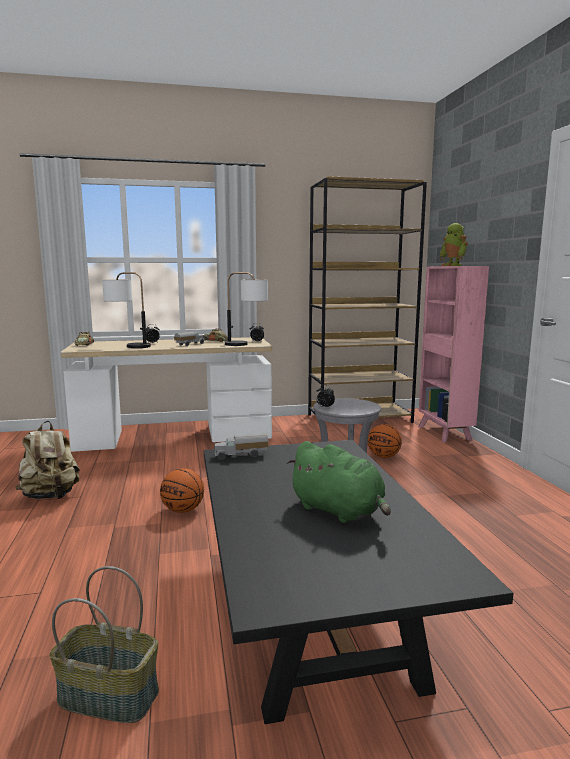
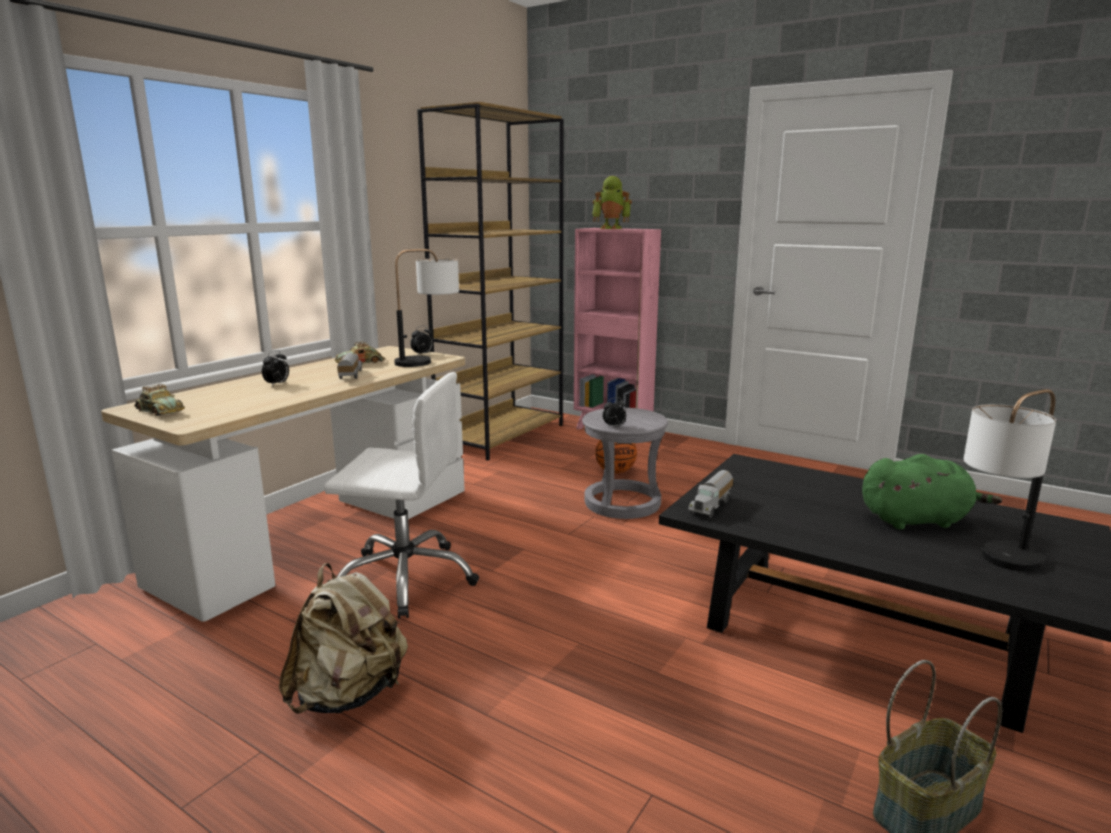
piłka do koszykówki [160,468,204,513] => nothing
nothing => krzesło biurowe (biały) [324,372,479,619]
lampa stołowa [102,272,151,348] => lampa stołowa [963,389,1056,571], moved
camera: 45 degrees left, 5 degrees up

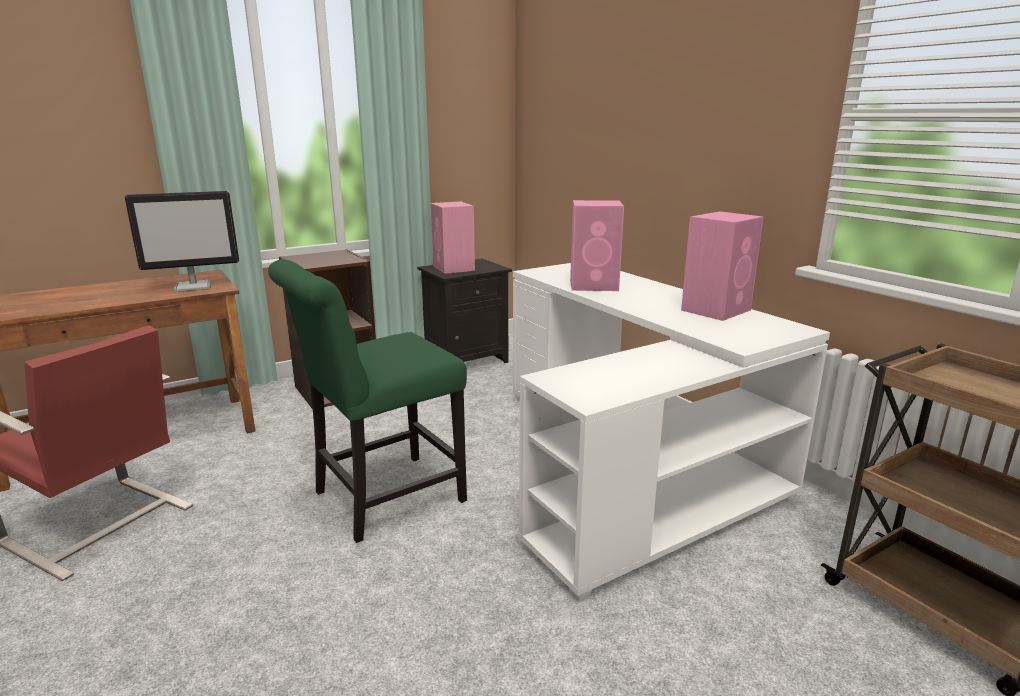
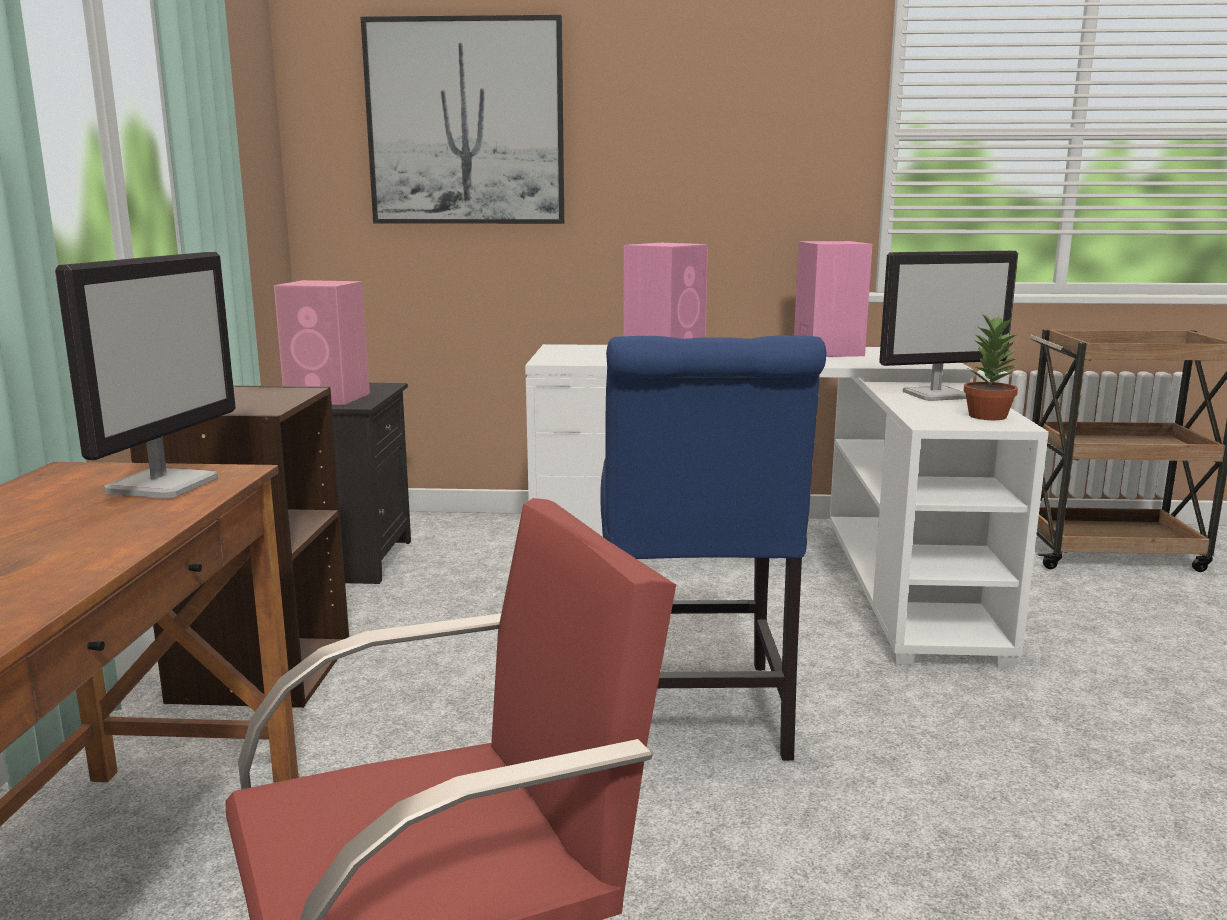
nothing => obraz [361,15,564,224]
nothing => monitor [879,251,1018,401]
nothing => roślina doniczkowa [964,312,1021,420]
krzesło (zielony) [268,259,467,543] => krzesło (niebieski) [601,335,827,761]
camera: 55 degrees left, 5 degrees down

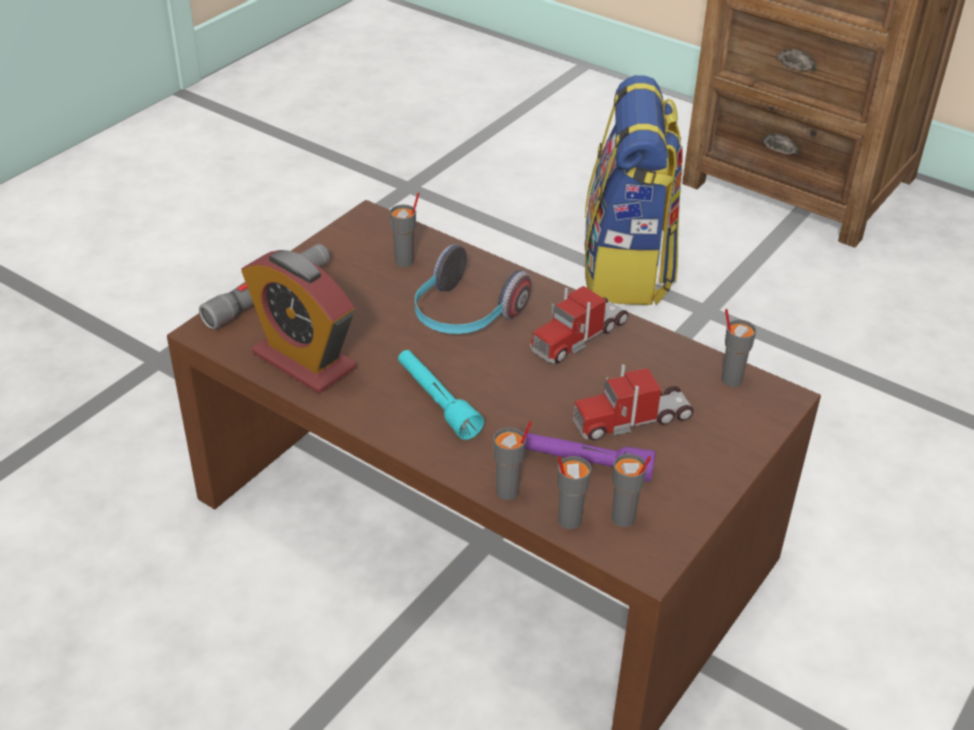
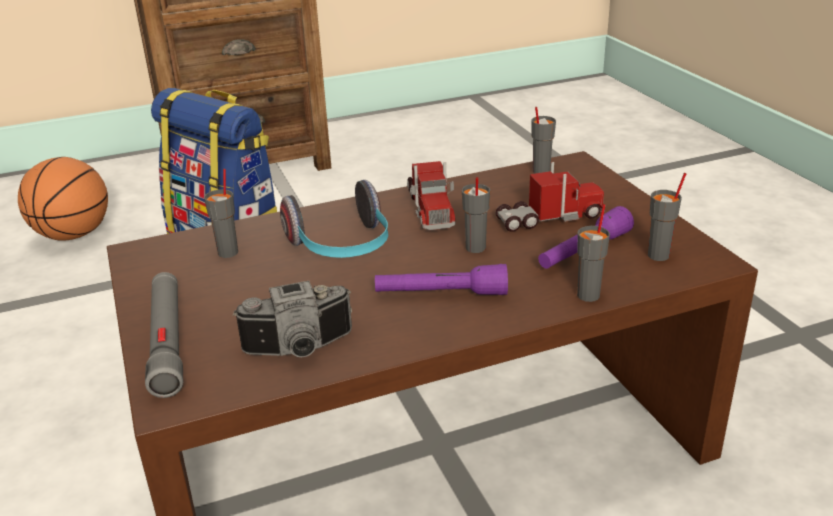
nothing => piłka do koszykówki [18,157,108,241]
filiżanka (szary) [558,456,591,530] => filiżanka (szary) [462,177,490,253], moved
budzik [241,250,356,394] => aparat fotograficzny [233,281,352,357]
latarka (turkusowy) [398,350,484,440] => latarka (fioletowy) [375,264,508,295]
ciężarówka zabawkowa [573,364,694,440] => ciężarówka zabawkowa [495,162,604,232], 120 degrees counterclockwise
camera: 55 degrees left, 10 degrees down

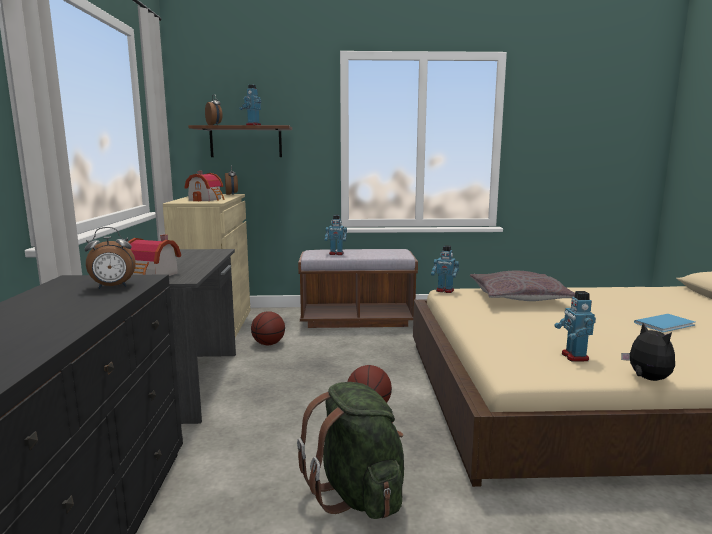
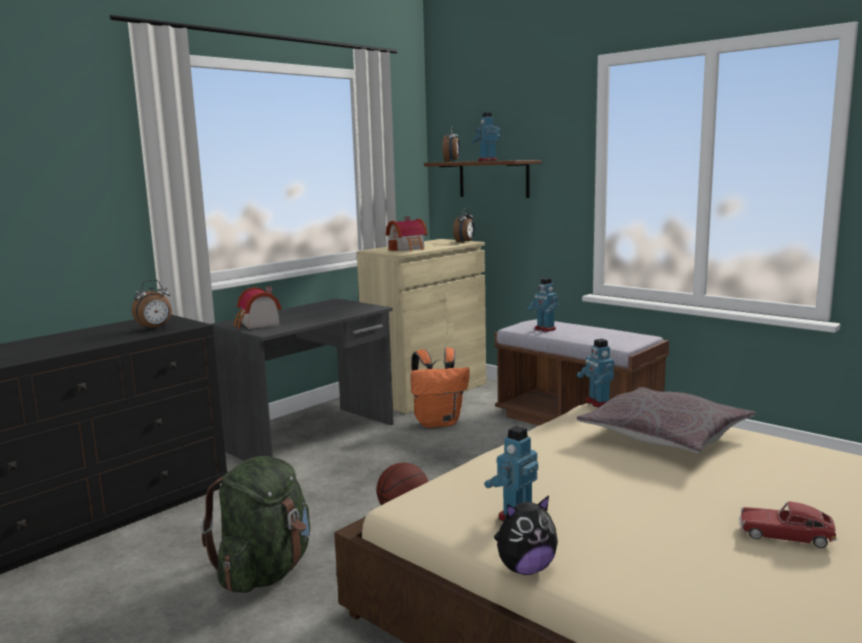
piłka do koszykówki [251,311,285,345] => plecak (pomarańczowy) [410,348,470,428]
książka (niebieski) [634,314,695,332] => samochodzik [740,501,837,548]
budzik [85,227,136,289] => budzik [132,280,172,330], 60 degrees counterclockwise
pluszak [621,323,675,381] => pluszak [494,495,558,575], 45 degrees clockwise
camera: 45 degrees right, 0 degrees up

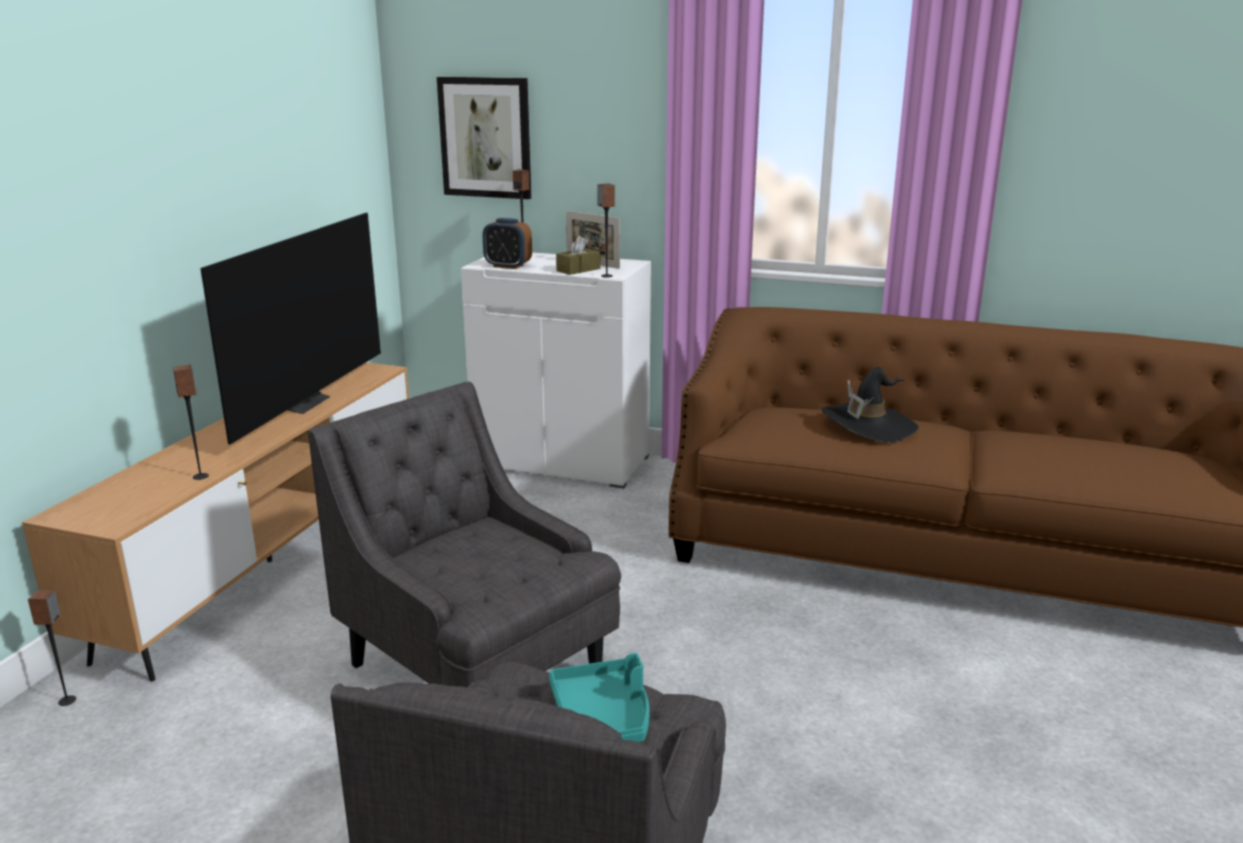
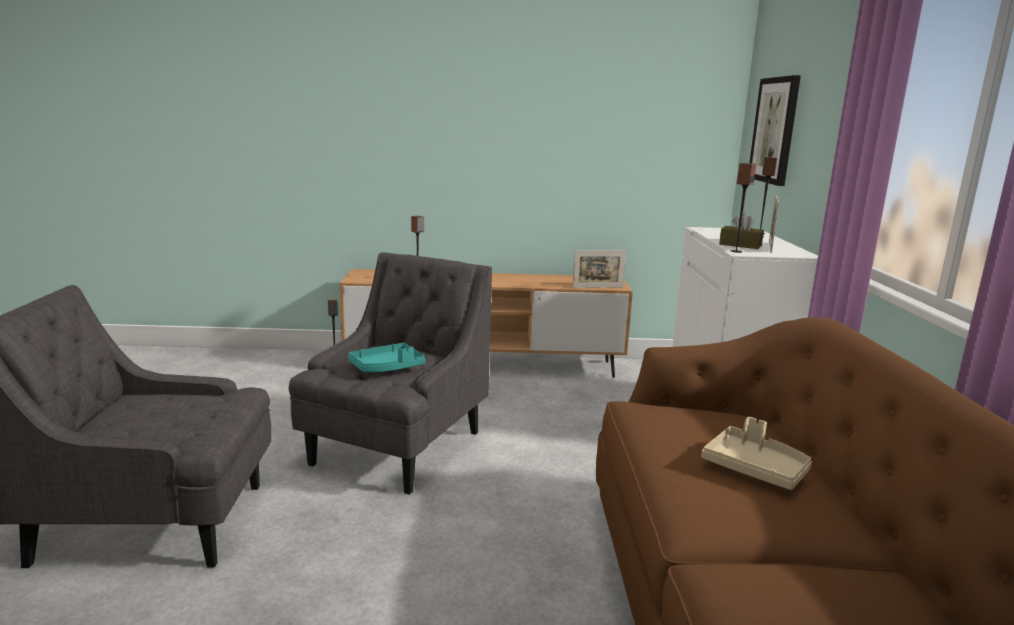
telewizor [200,213,381,444] => nothing
budzik [482,218,532,269] => nothing
nothing => ramka na zdjęcie [572,251,626,288]
taca (turkusowy) [549,653,649,742] => taca (turkusowy) [348,343,425,372], moved
kapelusz (czarny) [822,367,919,443] => taca (beżowy) [701,417,812,490]
camera: 70 degrees right, 5 degrees down

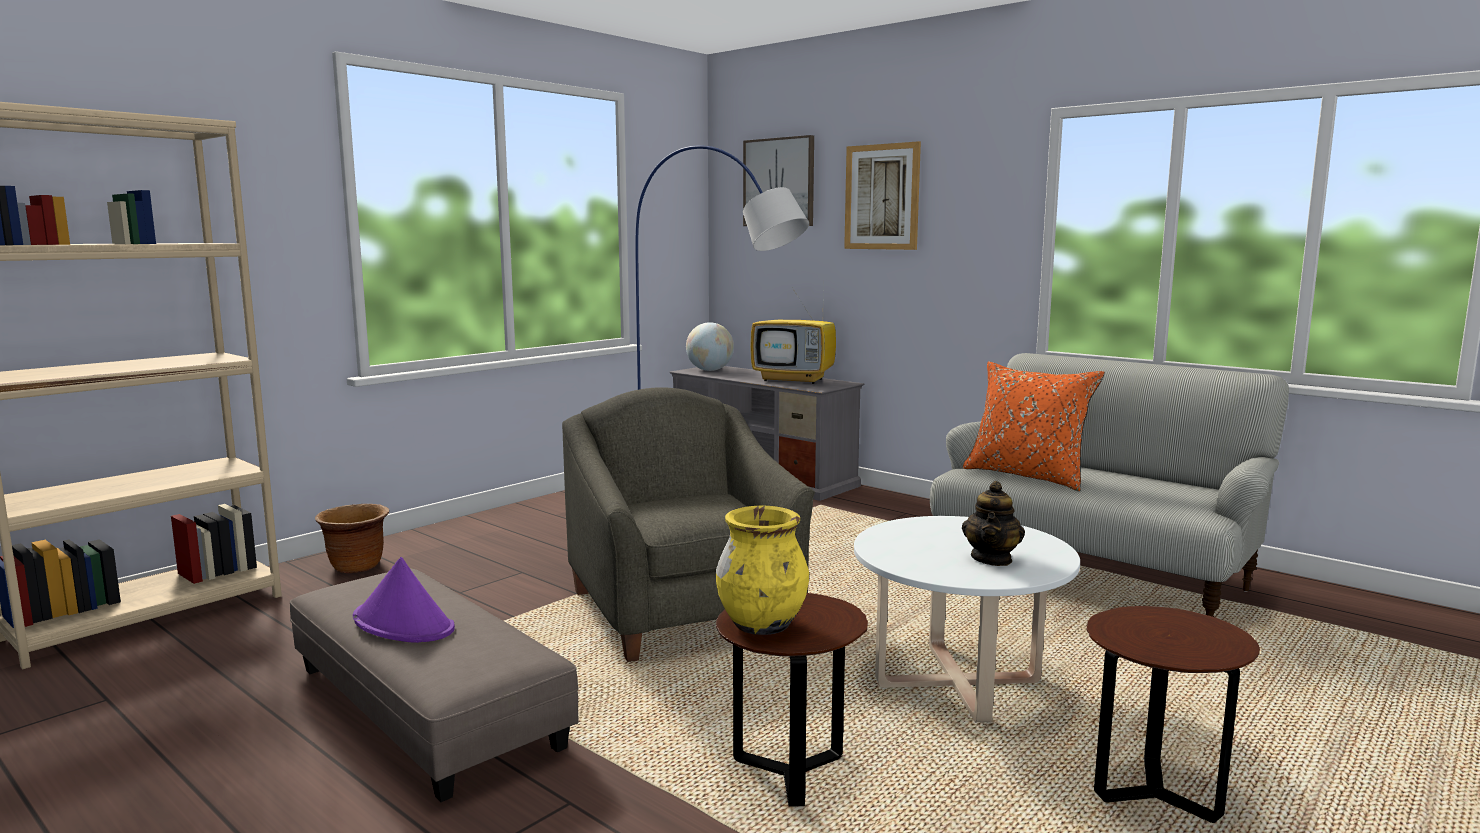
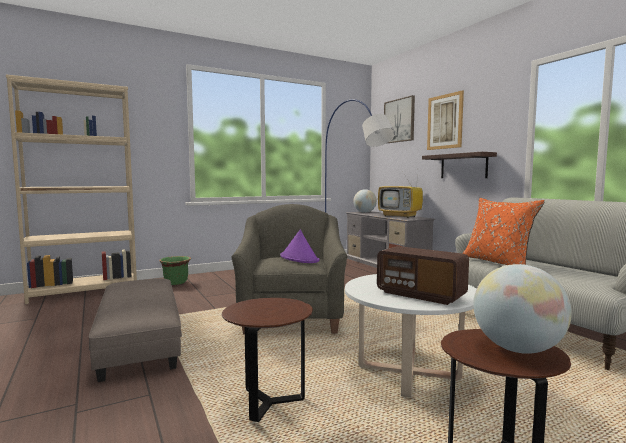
wazon (żółty) [716,506,809,635] => nothing
nothing => półka [422,152,497,178]
nothing => globus [473,264,572,354]
kapelusz (fioletowy) [353,557,455,643] => kapelusz (fioletowy) [280,230,319,263], moved
imbryk [962,481,1025,566] => radio [377,246,469,305]
donica (brązowy) [315,504,389,573] => donica (zielony) [159,256,191,285]
camera: 20 degrees right, 5 degrees down

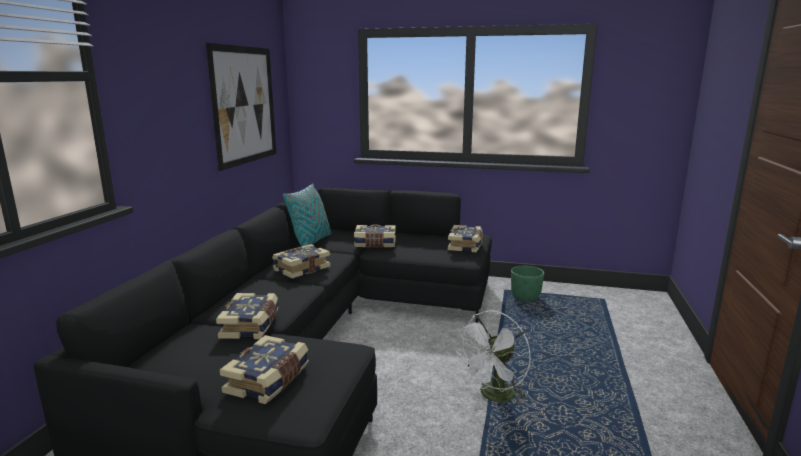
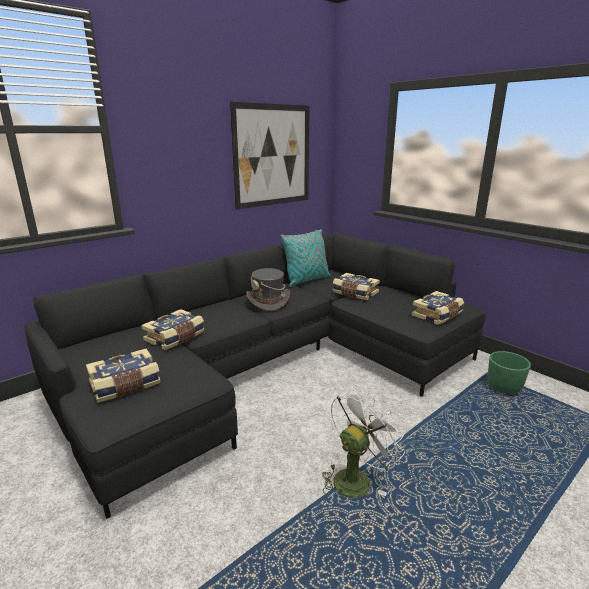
książka [272,244,331,278] => kapelusz (szary) [246,268,290,311]
wentylator (biały) [455,311,531,406] => wentylator (biały) [322,389,405,498], 150 degrees clockwise
camera: 35 degrees right, 5 degrees up

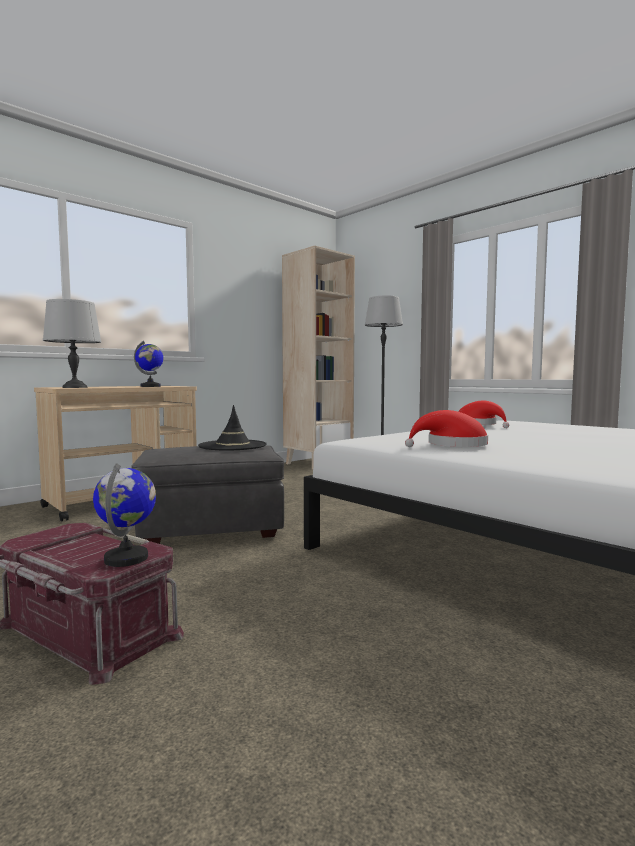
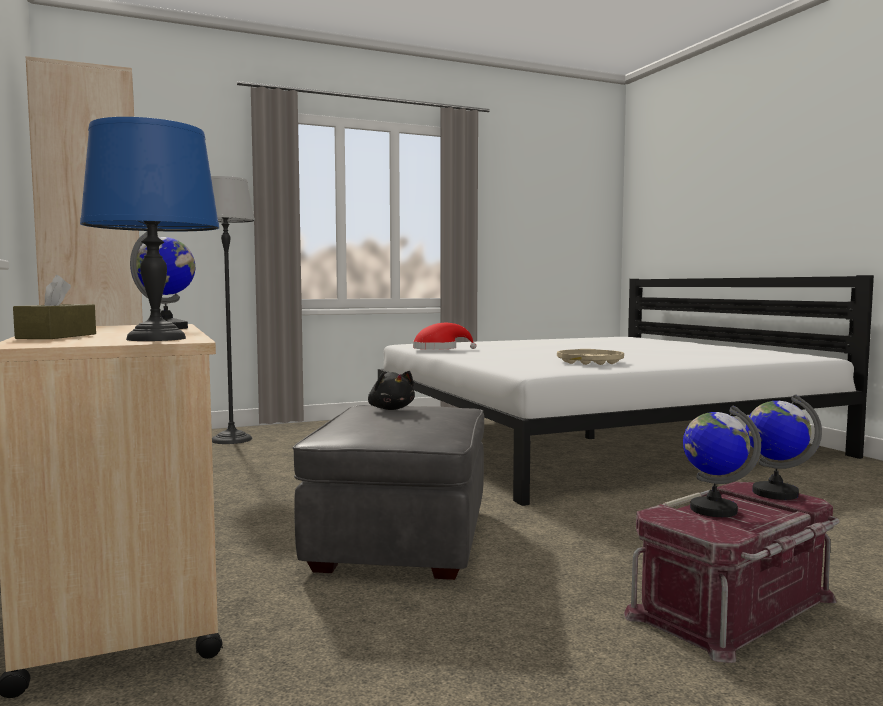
nothing => pudełko chusteczek (brązowy) [13,275,96,339]
nothing => globus [683,405,761,517]
kapelusz (czarny) [198,405,267,450] => pluszak (czarny) [368,371,415,410]
kapelusz (czerwony) [405,410,488,447] => taca (beżowy) [557,349,624,365]
lampa stołowa (szary) [43,299,101,388] => lampa stołowa (niebieski) [80,117,219,341]
camera: 70 degrees left, 0 degrees up

